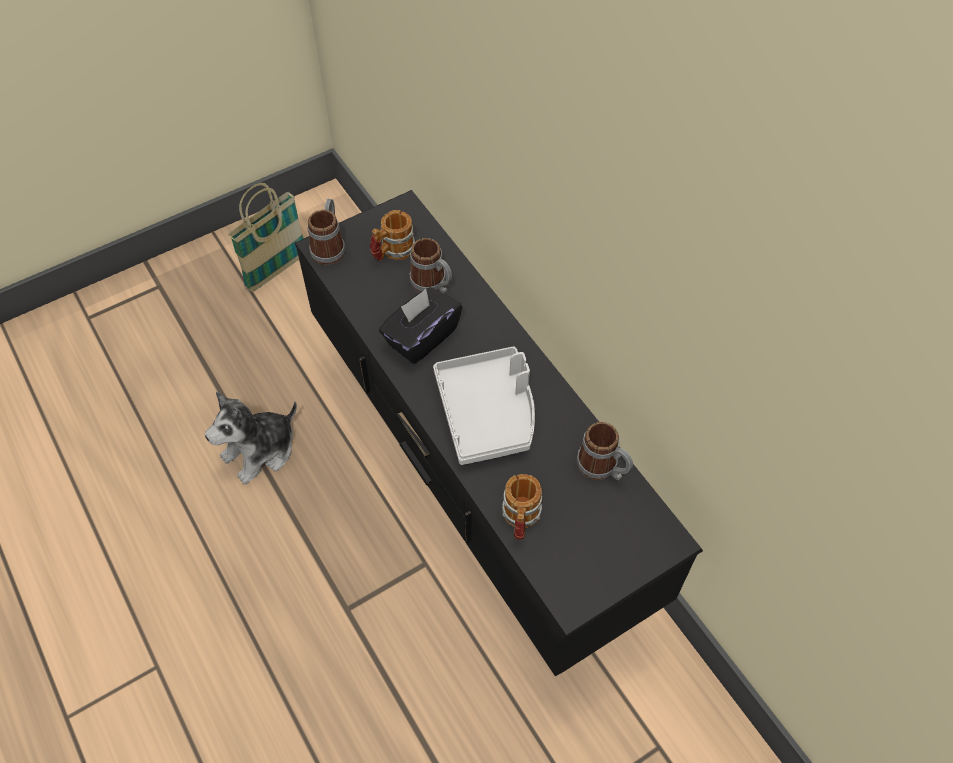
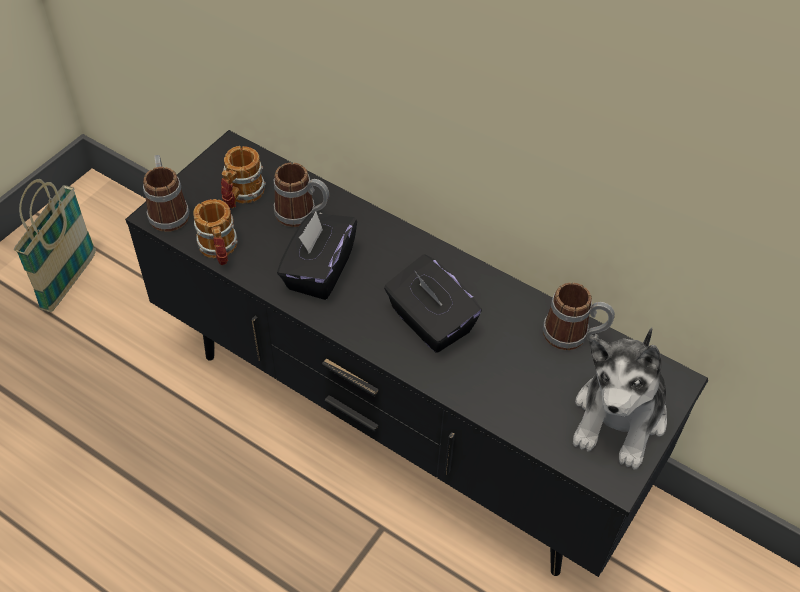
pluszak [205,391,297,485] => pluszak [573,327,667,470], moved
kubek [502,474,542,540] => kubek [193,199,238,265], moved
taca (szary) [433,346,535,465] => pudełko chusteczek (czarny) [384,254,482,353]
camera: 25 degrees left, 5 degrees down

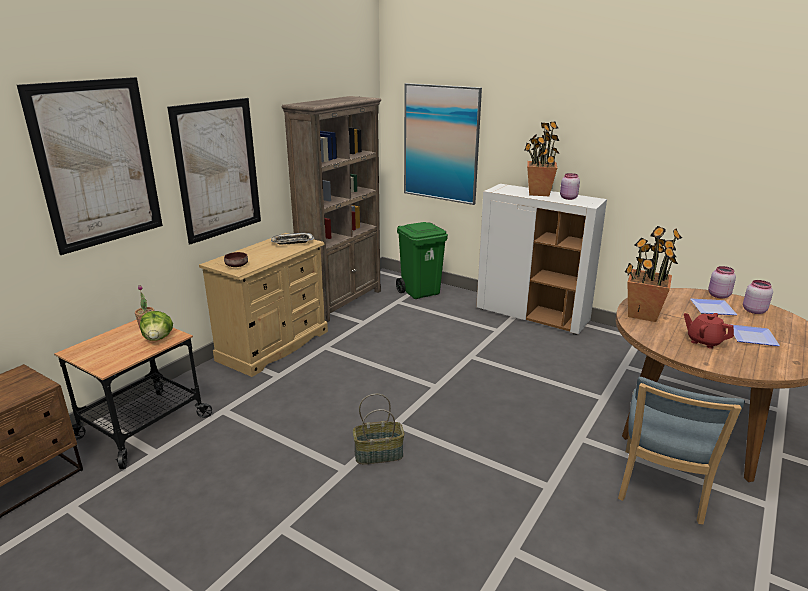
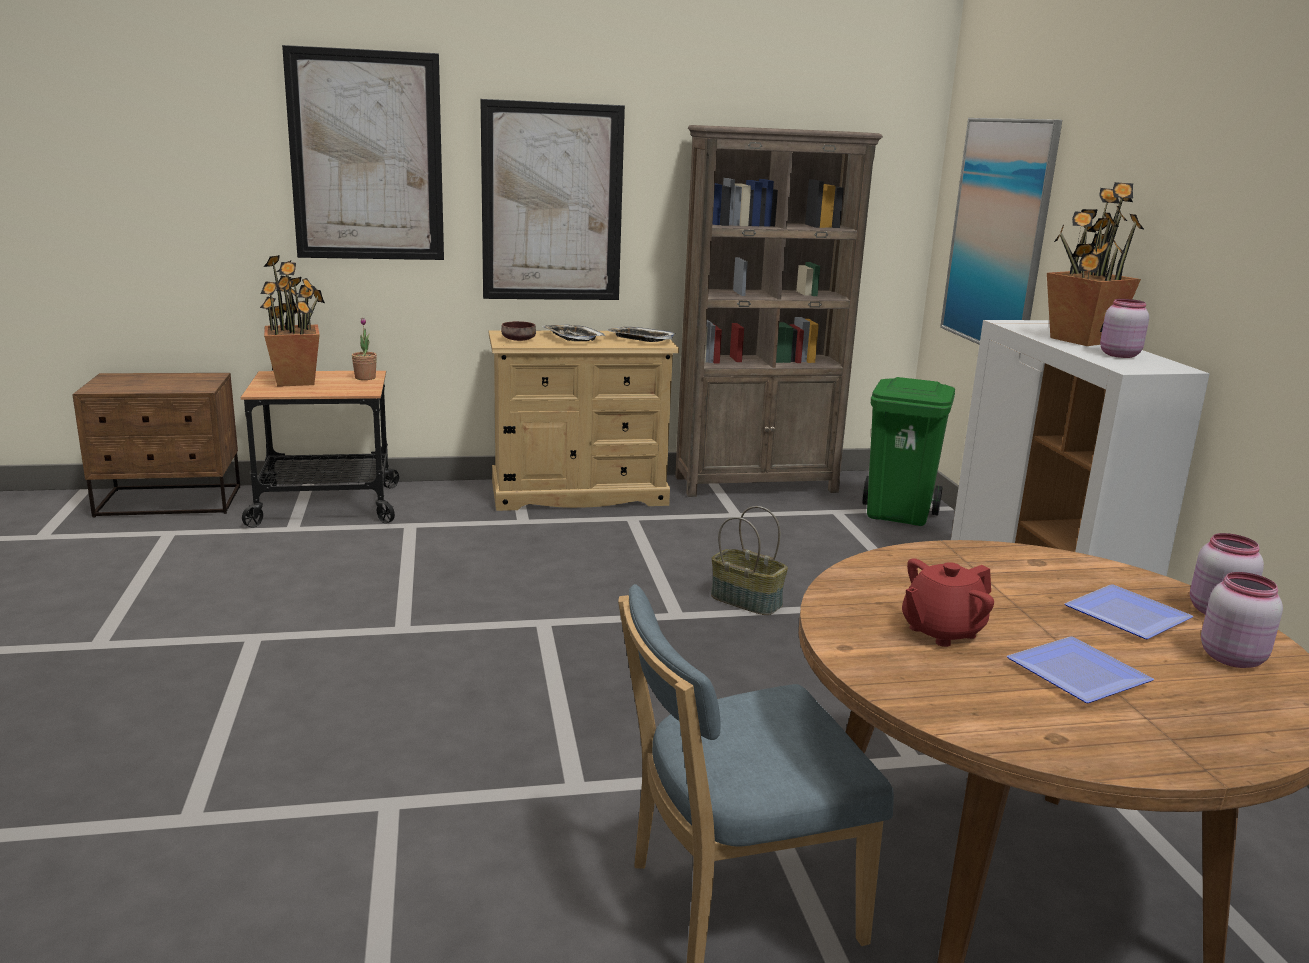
sałata [140,311,173,341] => nothing
nothing => taca [542,325,606,341]
koszyk [353,394,404,464] => koszyk [711,506,788,615], moved
roślina doniczkowa [625,226,682,322] => roślina doniczkowa [260,255,325,387], moved
imbryk (czerwony) [684,313,734,349] => imbryk (czerwony) [902,558,994,647], 120 degrees counterclockwise
camera: 45 degrees right, 5 degrees down

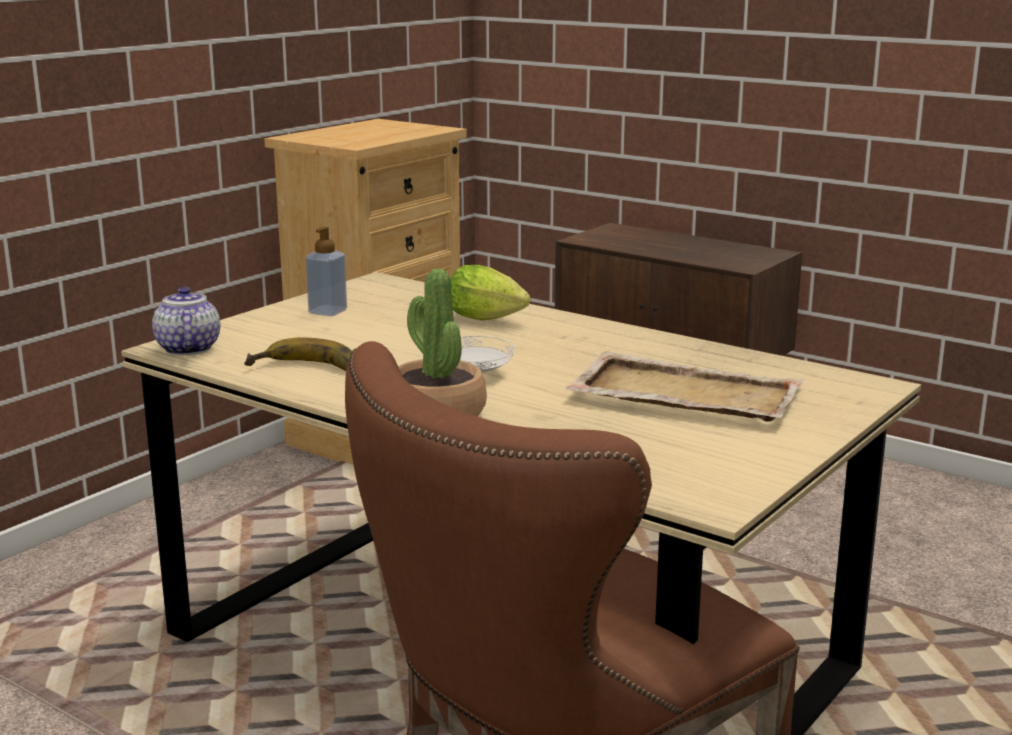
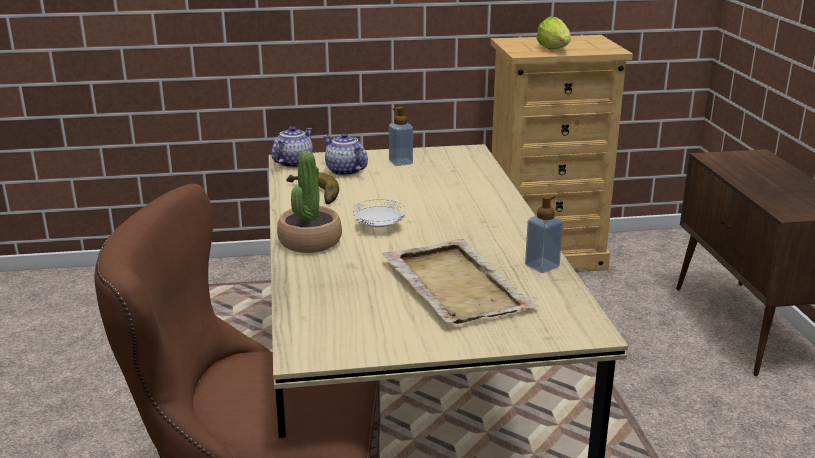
nothing => imbryk [323,133,368,176]
nothing => dozownik mydła [525,194,563,273]
sałata [451,265,530,321] => sałata [537,17,571,50], moved
camera: 45 degrees right, 5 degrees up

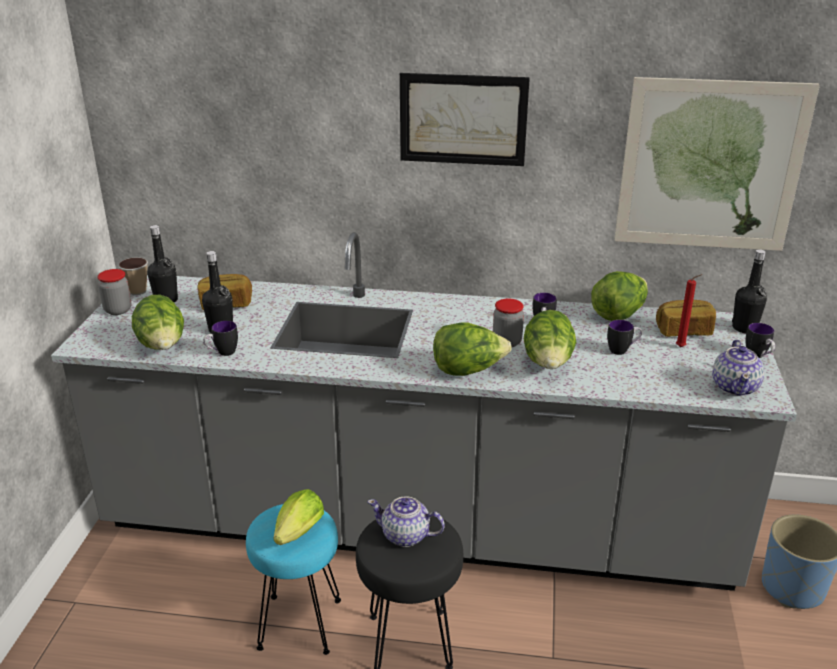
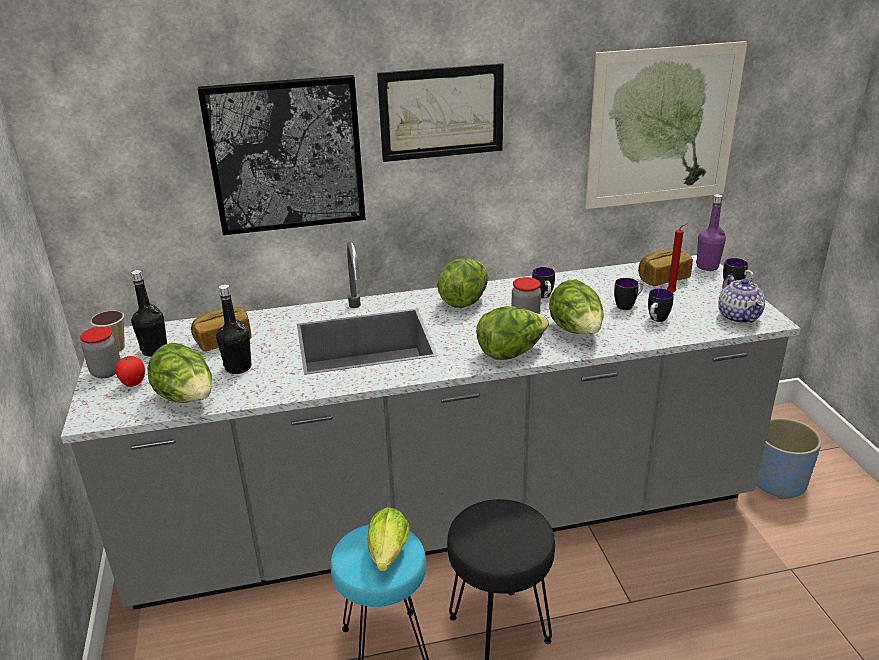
imbryk [367,496,445,547] => nothing
nothing => pomidor [116,356,145,387]
nothing => obraz [198,75,366,235]
kubek [203,321,238,356] => kubek [648,288,674,322], moved
sałata [591,271,648,321] => sałata [437,259,488,308], moved
butelka (czarny) [732,249,767,333] => butelka (fioletowy) [696,194,726,271]
camera: 20 degrees left, 0 degrees up

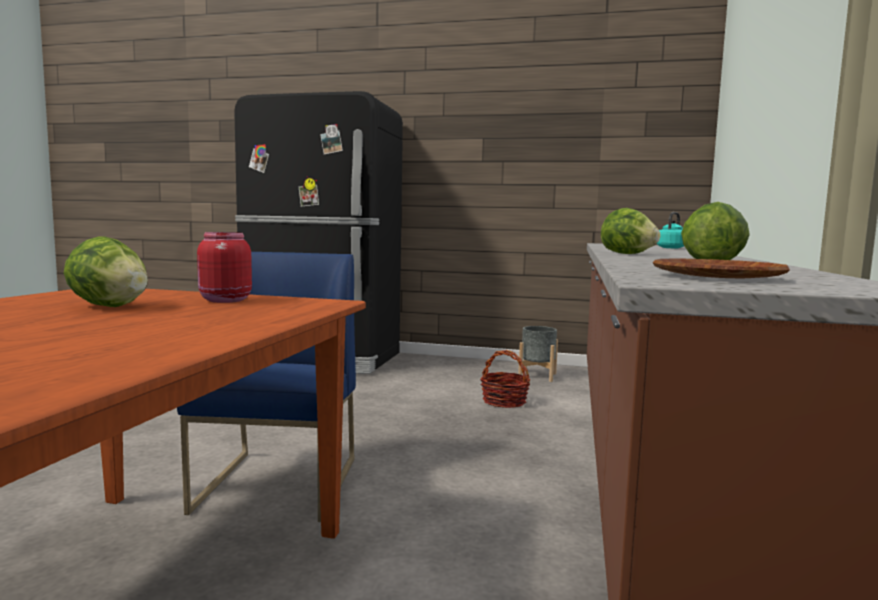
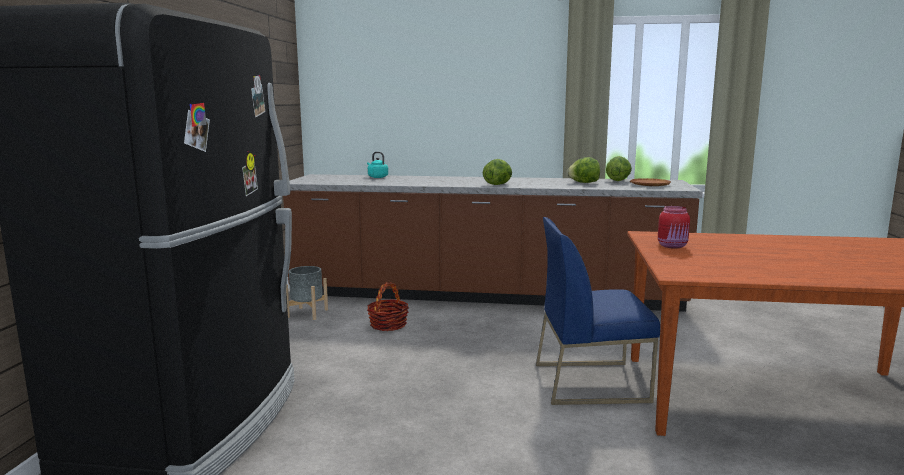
sałata [64,236,148,307] => sałata [606,156,632,181], moved
camera: 95 degrees left, 5 degrees up

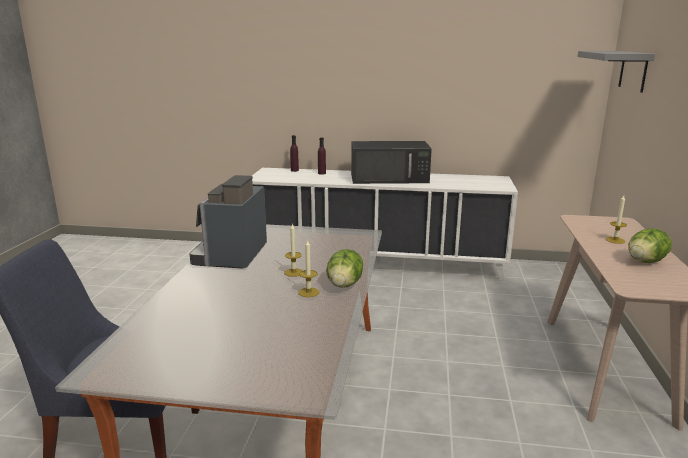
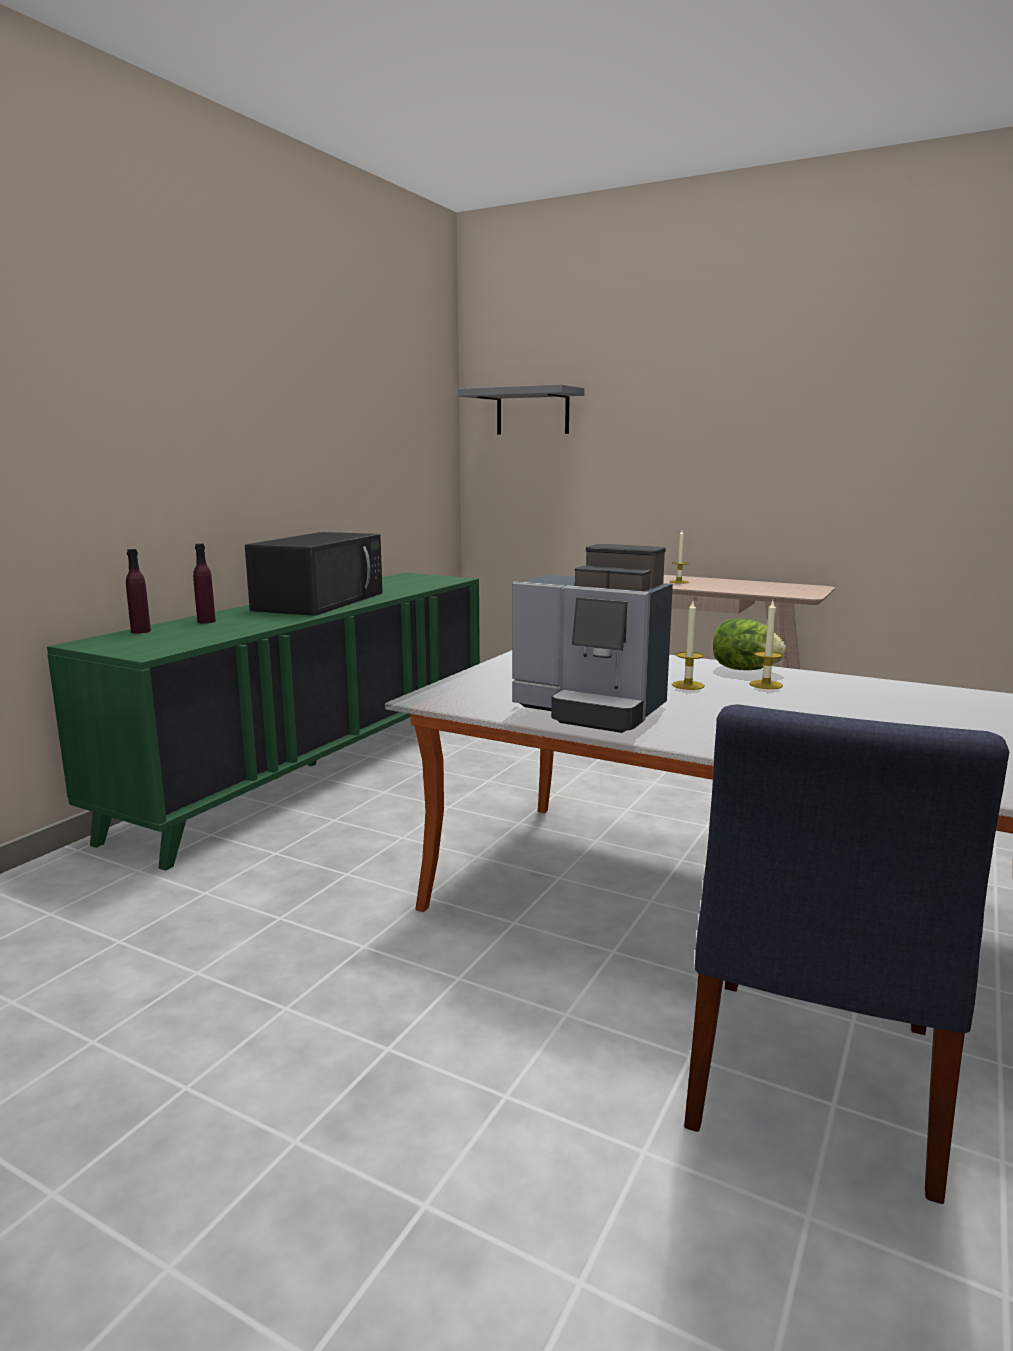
sałata [628,228,672,263] => nothing
szafka (biały) [252,168,518,281] => szafka (zielony) [47,573,480,871]
camera: 70 degrees left, 5 degrees down

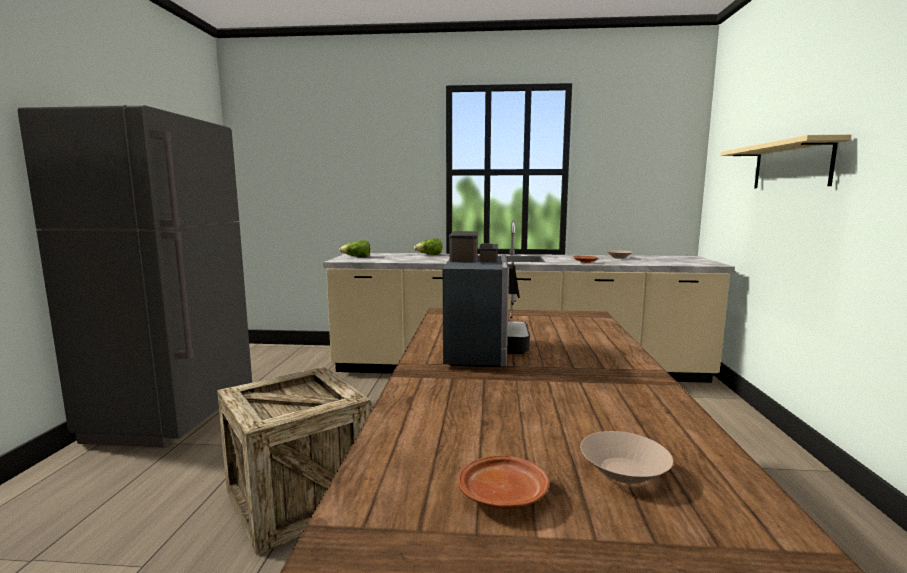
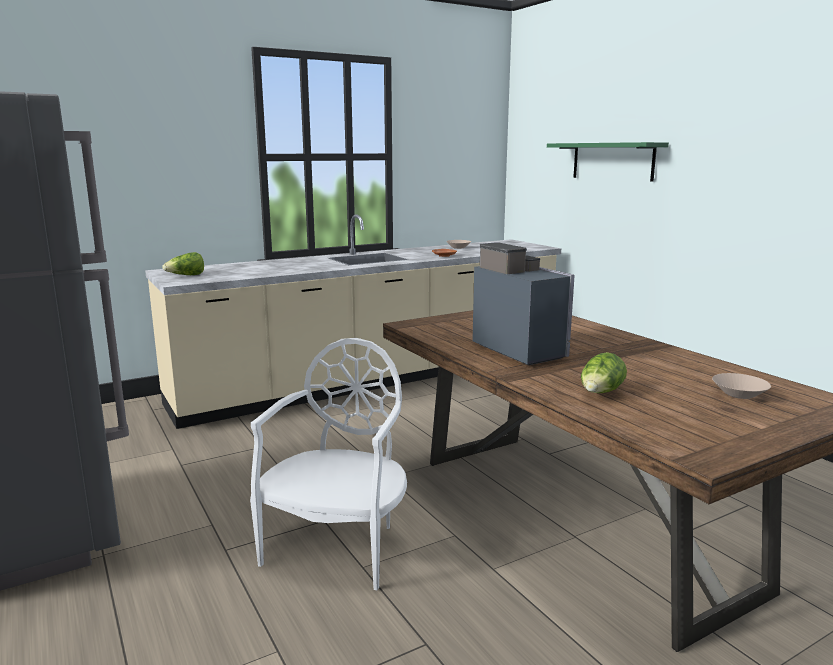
talerz (brązowy) [458,455,549,509] => nothing
sałata [414,238,442,255] => sałata [581,352,627,393], moved
skrzynka [217,367,371,555] => krzesło (biały) [250,338,407,590]
półka (beżowy) [721,134,852,188] => półka (zielony) [547,142,669,182]
camera: 35 degrees left, 5 degrees up

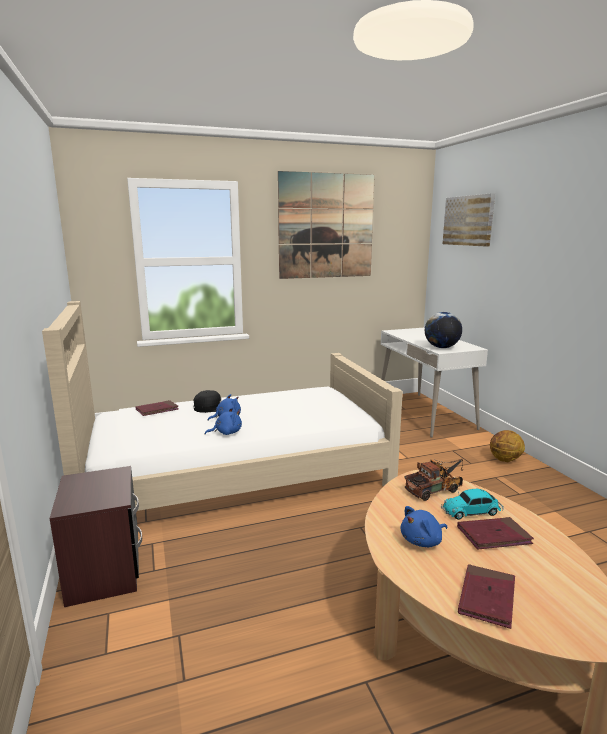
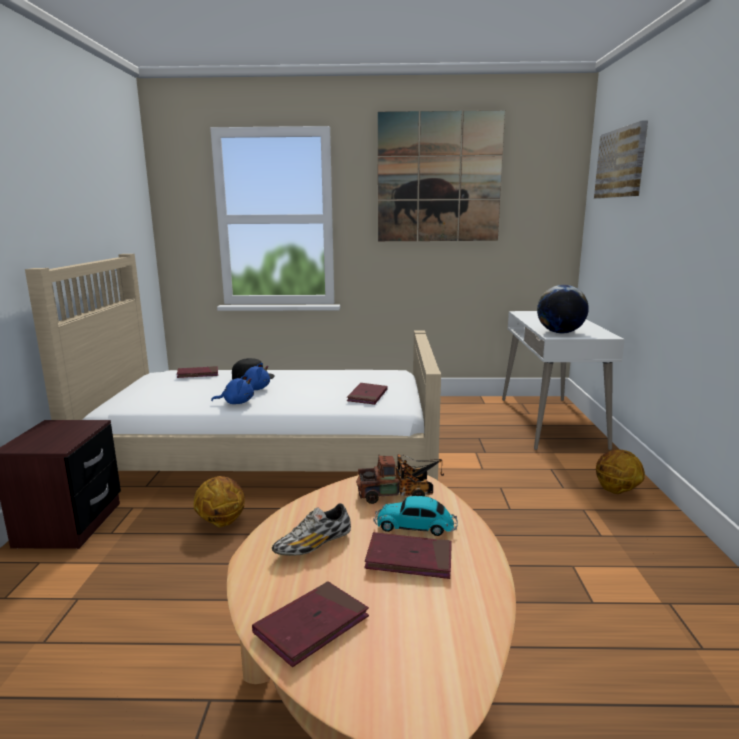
nothing => piłka do koszykówki [194,476,245,527]
nothing => książka (czerwony) [347,383,388,405]
pluszak (niebieski) [401,506,448,547] => but [272,503,351,556]
camera: 20 degrees right, 0 degrees up

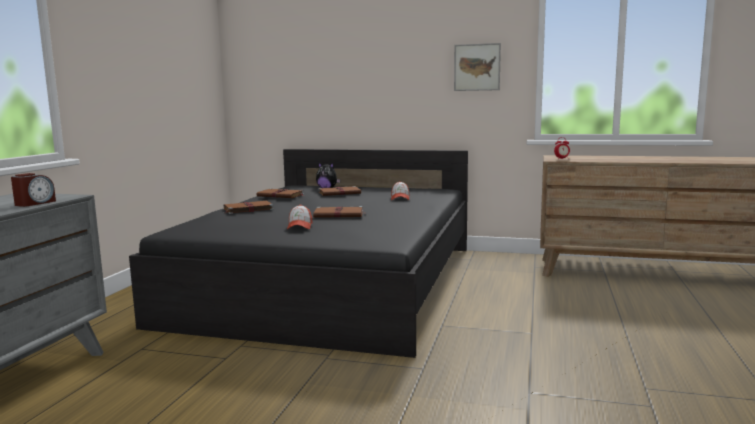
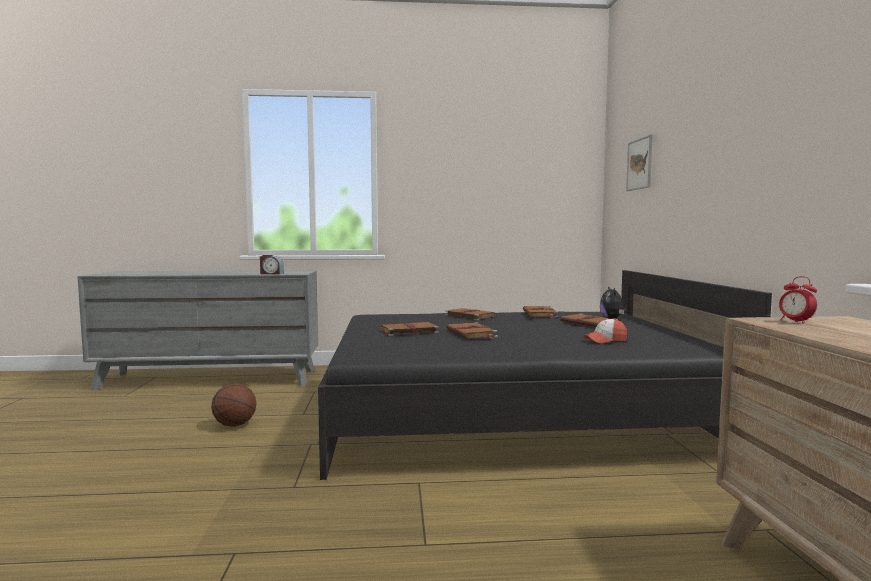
nothing => piłka do koszykówki [211,383,257,427]
obraz [454,43,501,91] => obraz [626,135,653,191], moved
czapka z daszkiem [287,205,312,229] => książka (brązowy) [381,322,438,336]
camera: 70 degrees right, 5 degrees down

